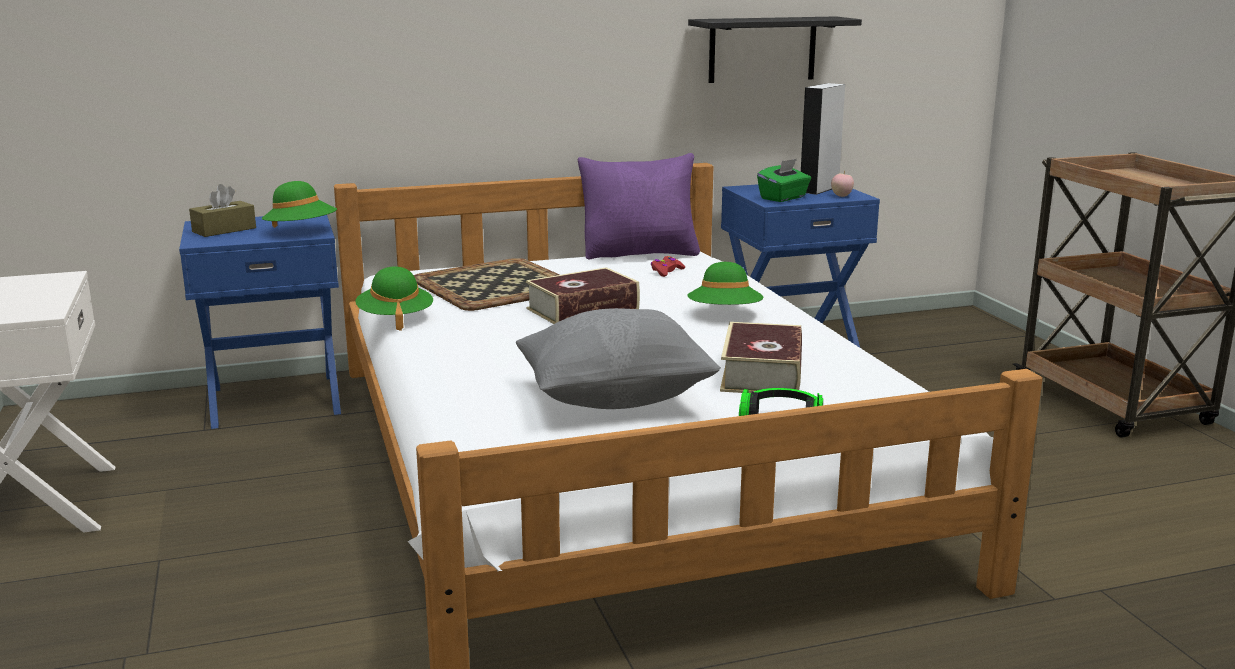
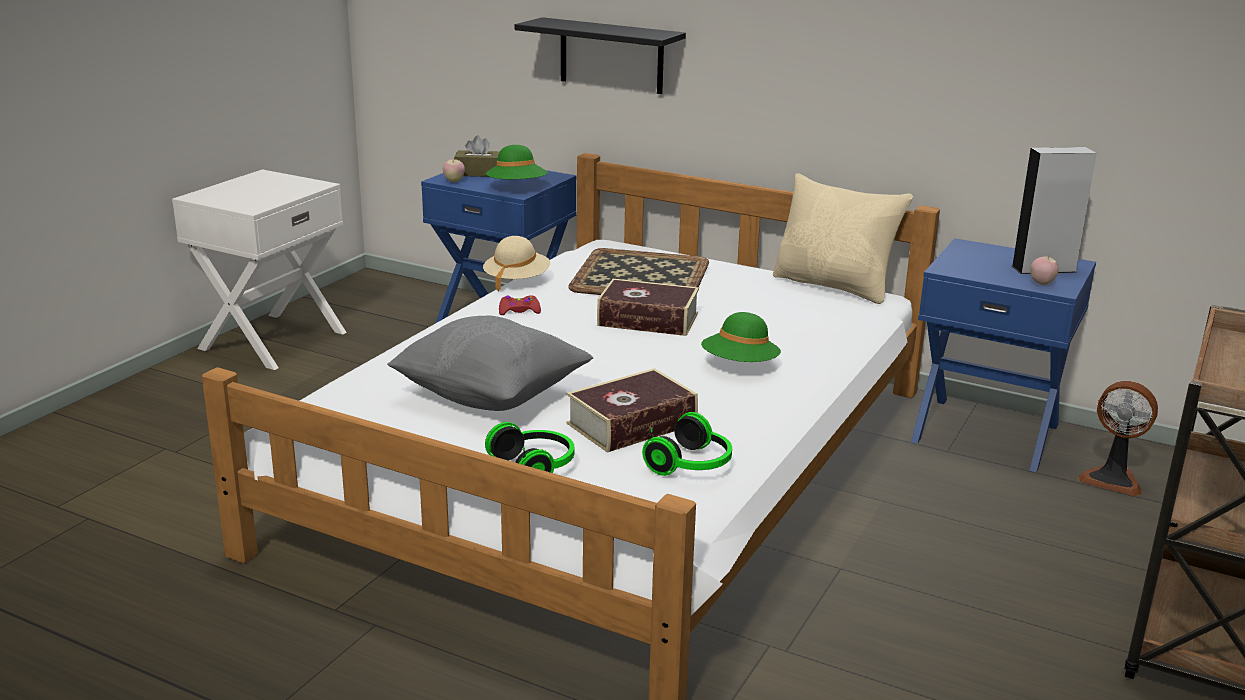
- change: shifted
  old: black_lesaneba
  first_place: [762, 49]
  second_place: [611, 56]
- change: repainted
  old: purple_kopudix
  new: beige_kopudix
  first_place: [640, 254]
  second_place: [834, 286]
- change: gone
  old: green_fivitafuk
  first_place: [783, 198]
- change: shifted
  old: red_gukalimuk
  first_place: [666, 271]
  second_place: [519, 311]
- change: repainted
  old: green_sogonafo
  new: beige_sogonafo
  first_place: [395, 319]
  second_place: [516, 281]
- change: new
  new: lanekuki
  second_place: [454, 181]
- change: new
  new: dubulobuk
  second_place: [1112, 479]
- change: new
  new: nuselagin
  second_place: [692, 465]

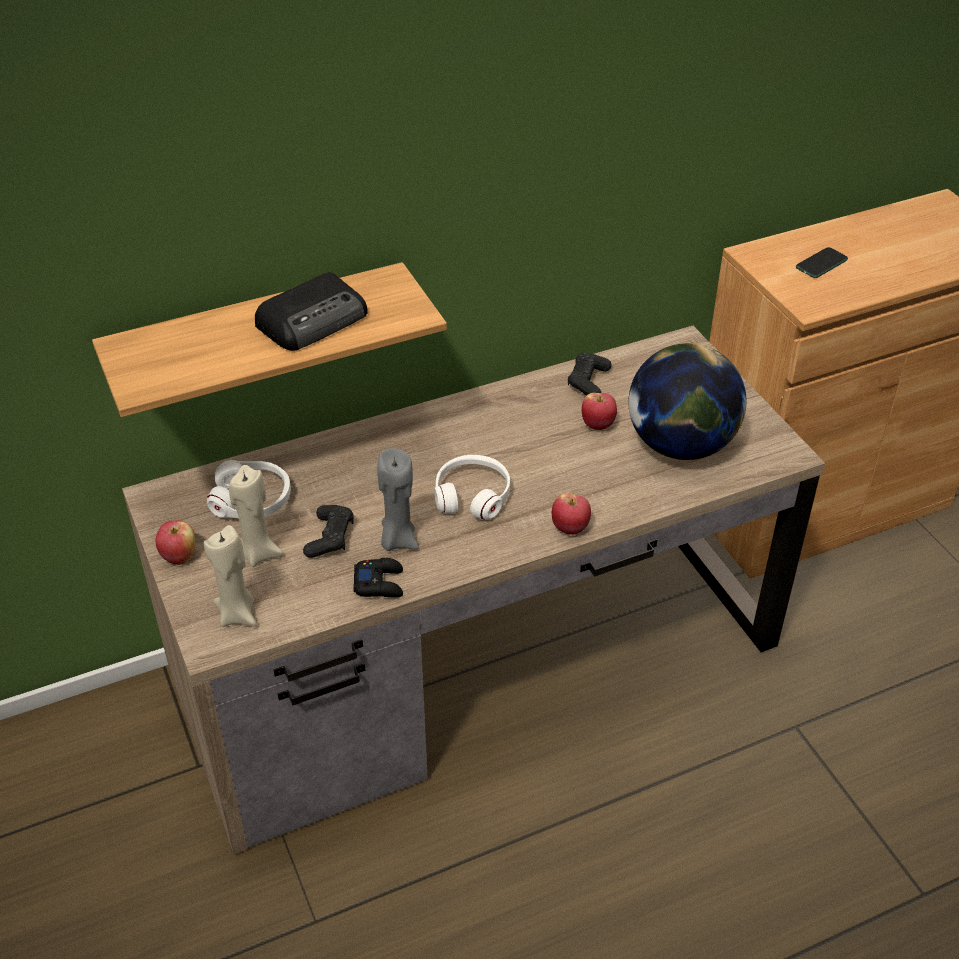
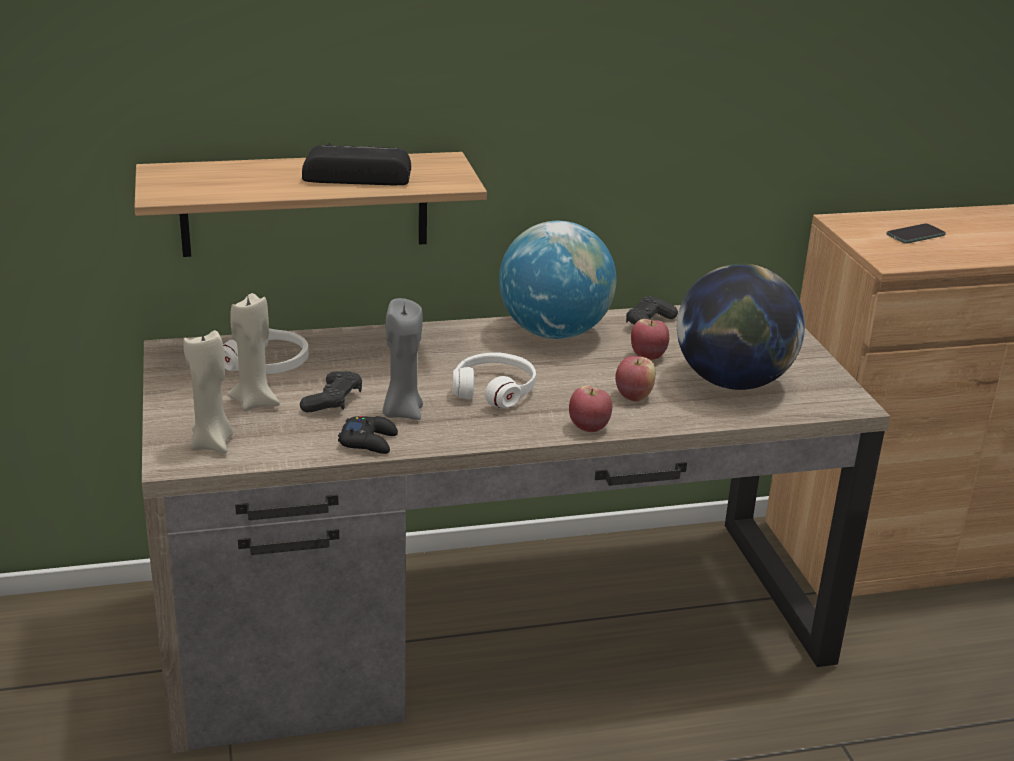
- change: rotated
  old: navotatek
  first_place: [314, 320]
  second_place: [355, 175]
  degrees: -150
- change: shifted
  old: lanekuki
  first_place: [179, 556]
  second_place: [633, 396]
- change: new
  new: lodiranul
  second_place: [554, 333]

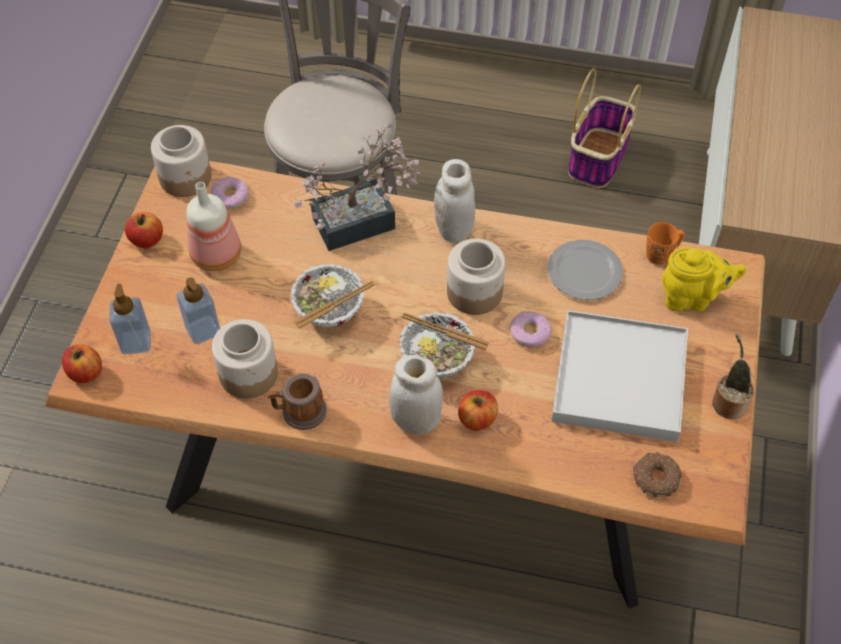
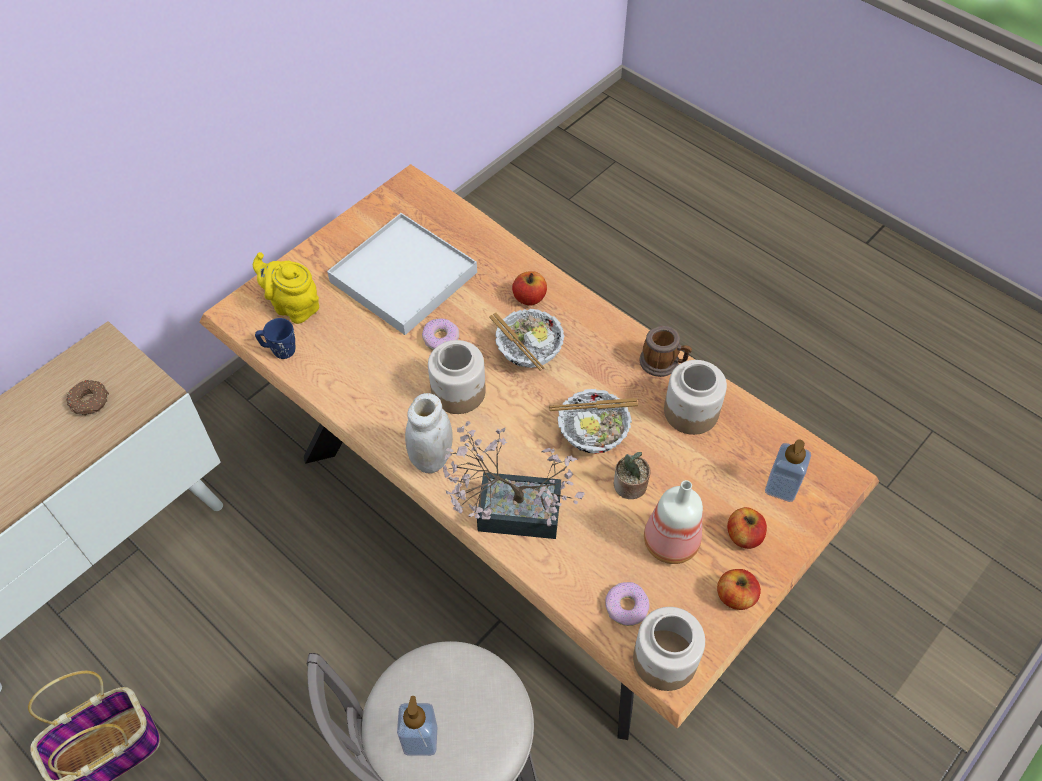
- change: repainted
  old: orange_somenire
  new: blue_somenire
  first_place: [662, 254]
  second_place: [279, 350]
- change: gone
  old: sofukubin
  first_place: [585, 271]
- change: shifted
  old: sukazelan
  first_place: [203, 330]
  second_place: [420, 739]
- change: shifted
  old: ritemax
  first_place: [727, 402]
  second_place: [630, 487]
- change: shifted
  old: lanekuki
  first_place: [85, 373]
  second_place: [744, 536]
- change: gone
  old: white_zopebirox
  first_place: [415, 420]
- change: shifted
  old: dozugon
  first_place: [655, 478]
  second_place: [90, 402]

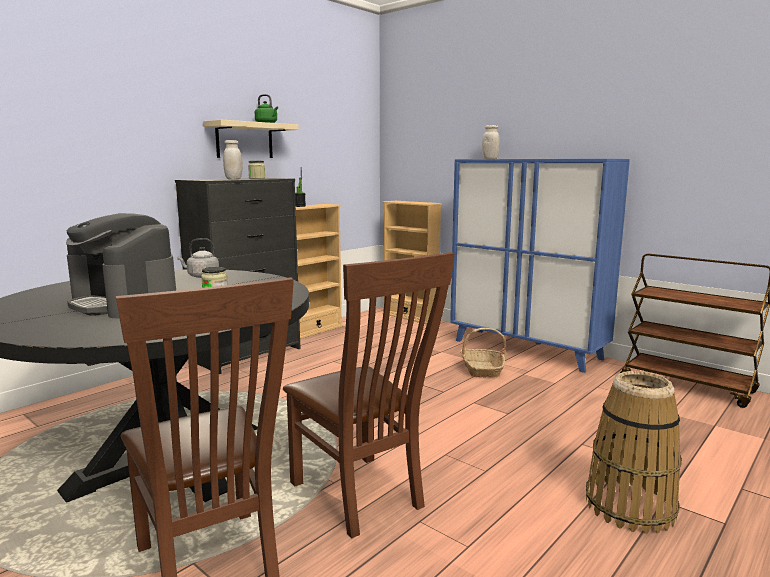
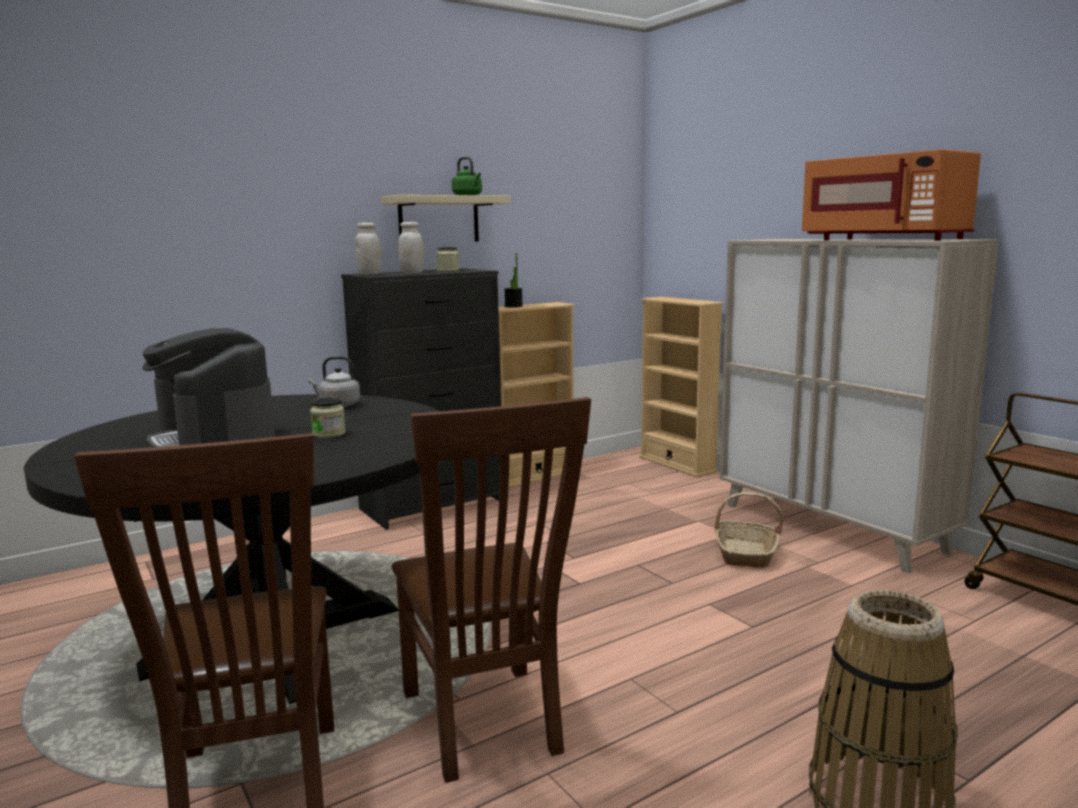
- change: shifted
  old: white_zopebirox
  first_place: [490, 159]
  second_place: [369, 274]
- change: repainted
  old: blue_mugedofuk
  new: beige_mugedofuk
  first_place: [526, 349]
  second_place: [831, 527]
- change: new
  new: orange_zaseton
  second_place: [885, 239]

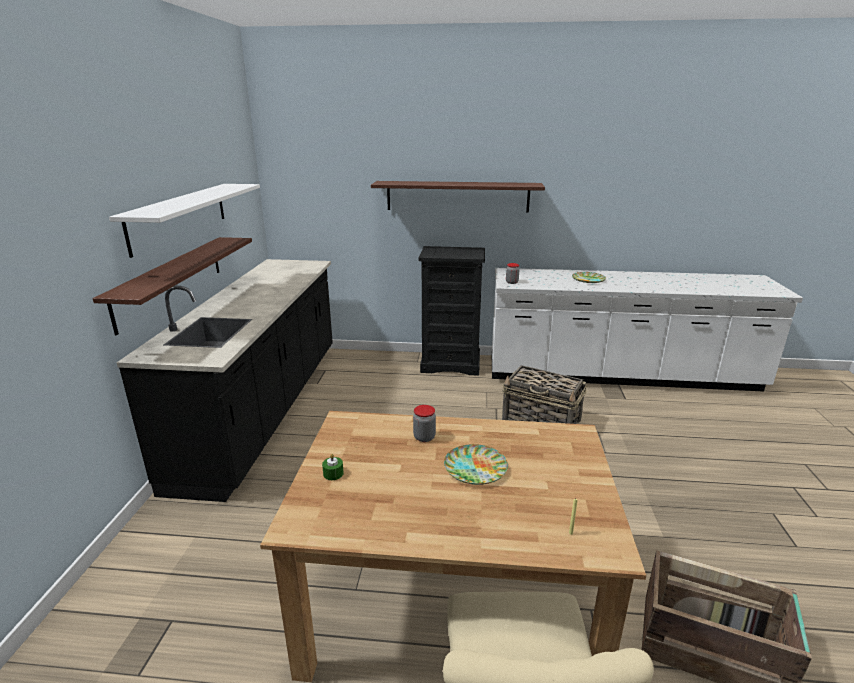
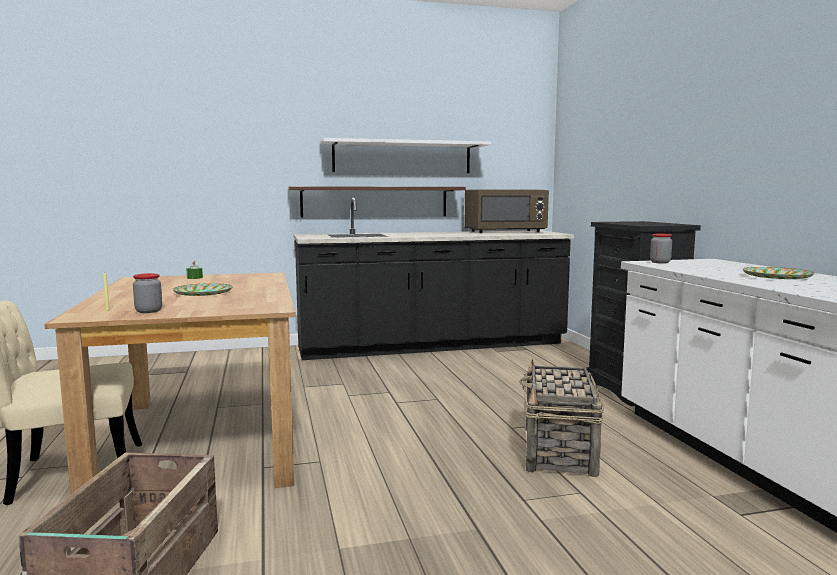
- change: gone
  old: lesaneba
  first_place: [457, 196]
- change: shifted
  old: zopebirox
  first_place: [424, 437]
  second_place: [148, 311]
- change: new
  new: brown_zaseton
  second_place: [505, 232]

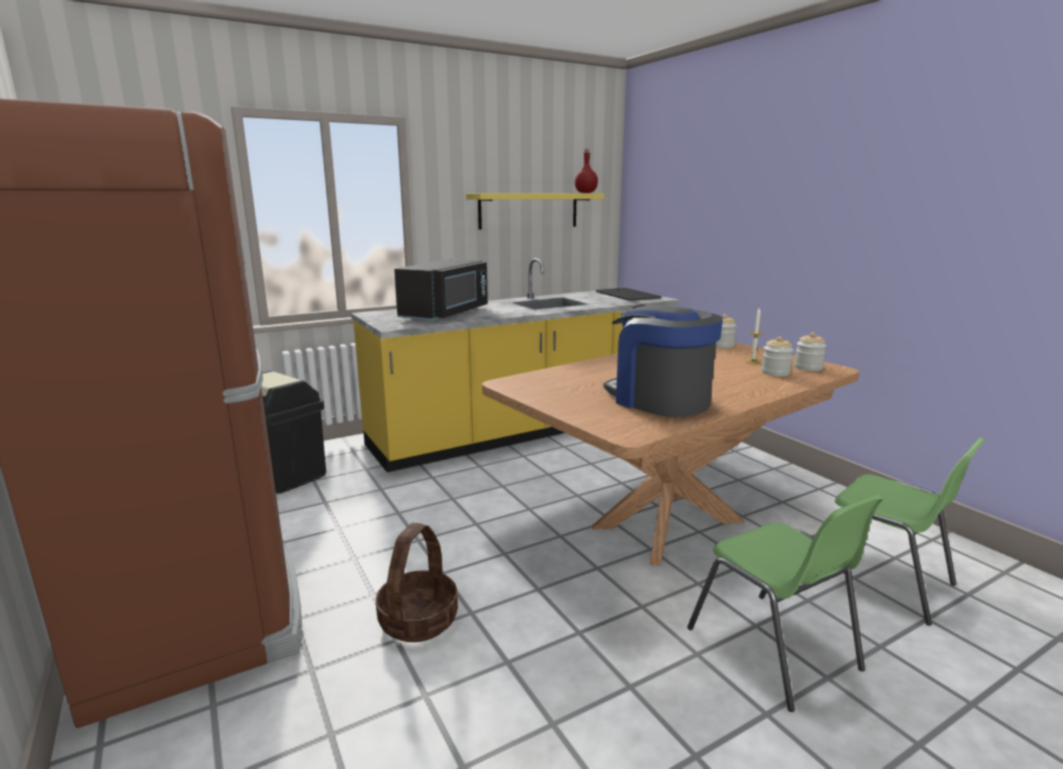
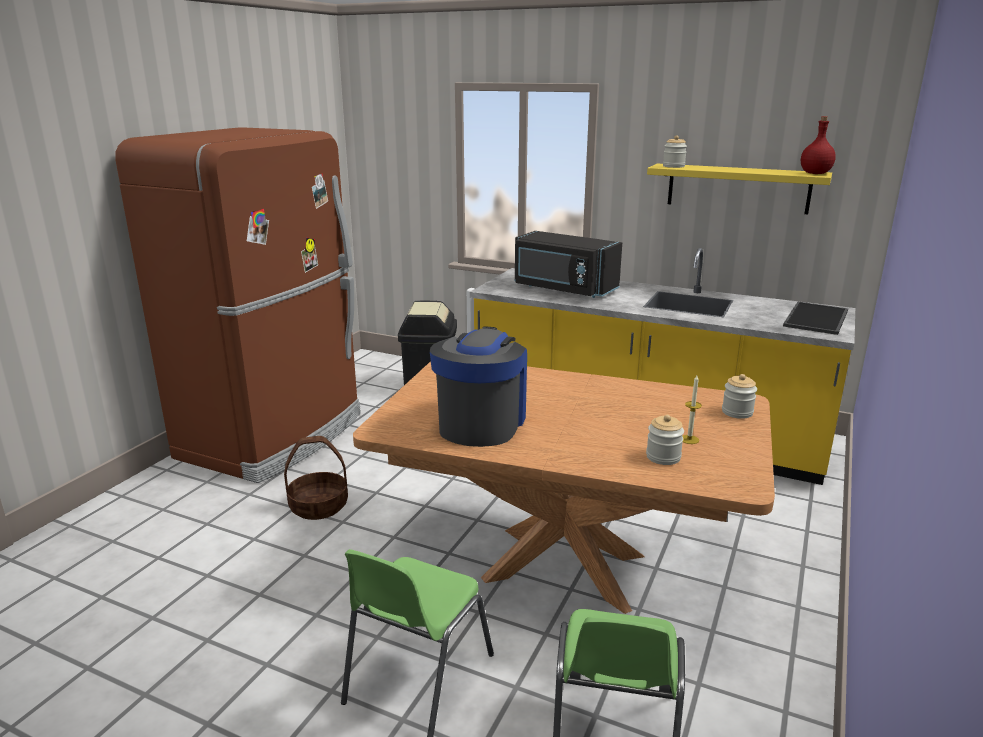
- change: rotated
  old: black_zaseton
  first_place: [447, 314]
  second_place: [563, 289]
  degrees: 45
- change: shifted
  old: zopebirox
  first_place: [808, 368]
  second_place: [673, 166]

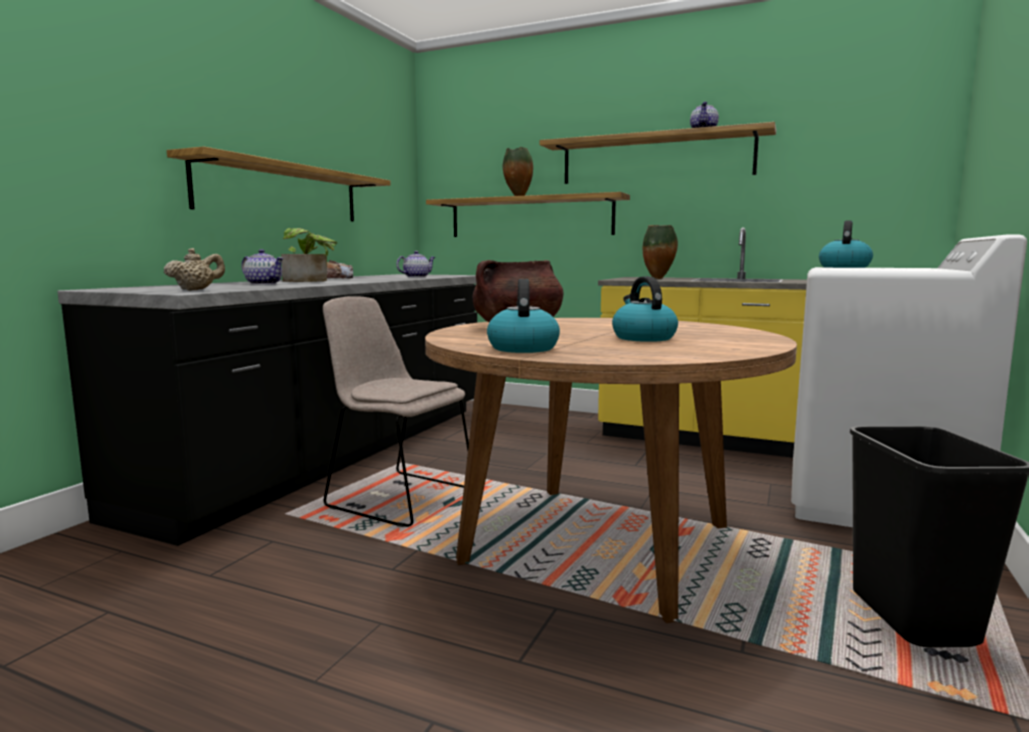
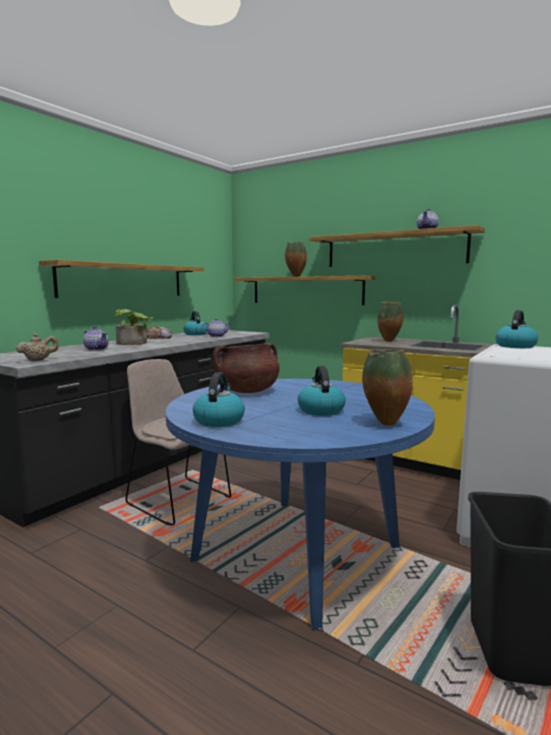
- change: repainted
  old: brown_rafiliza
  new: blue_rafiliza
  first_place: [598, 543]
  second_place: [297, 552]
- change: new
  new: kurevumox
  second_place: [195, 334]
- change: new
  new: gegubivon
  second_place: [384, 424]

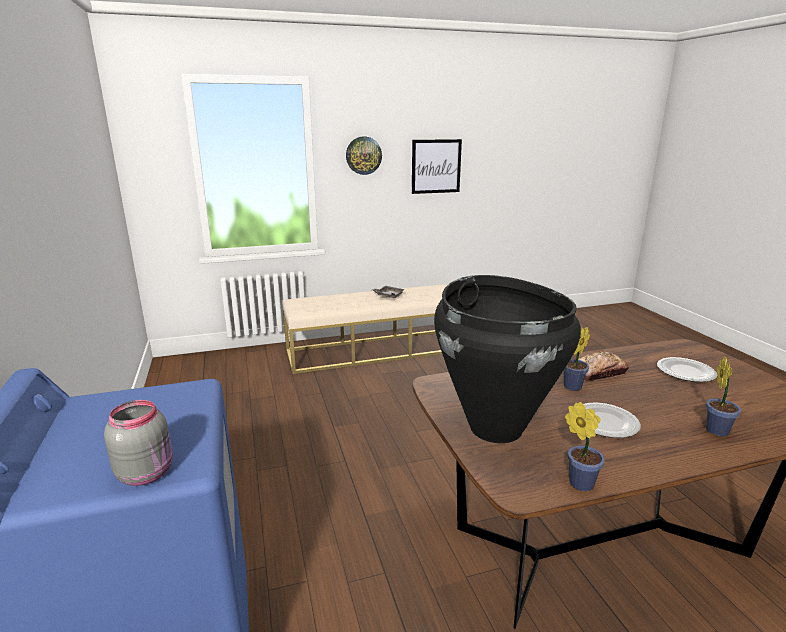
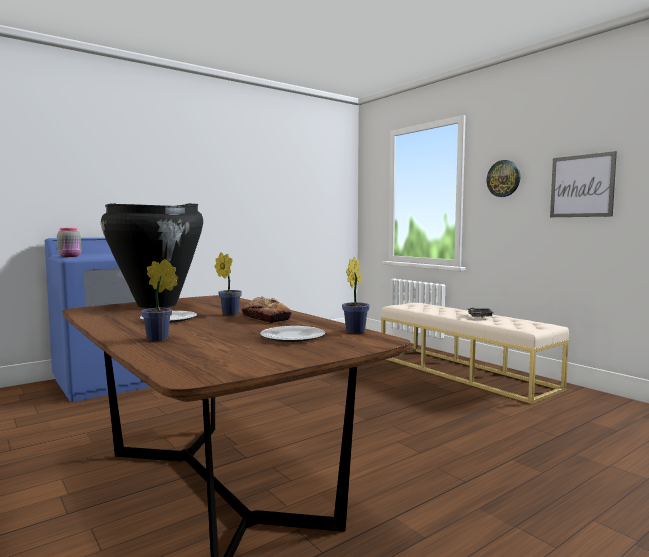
- change: shifted
  old: ritemax
  first_place: [578, 482]
  second_place: [356, 331]

